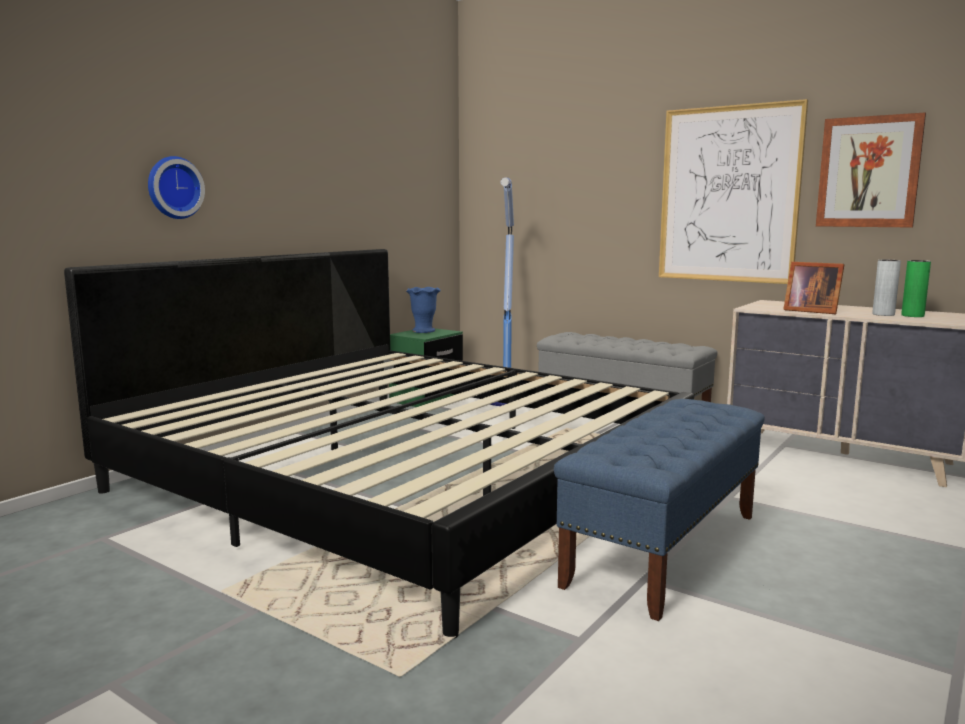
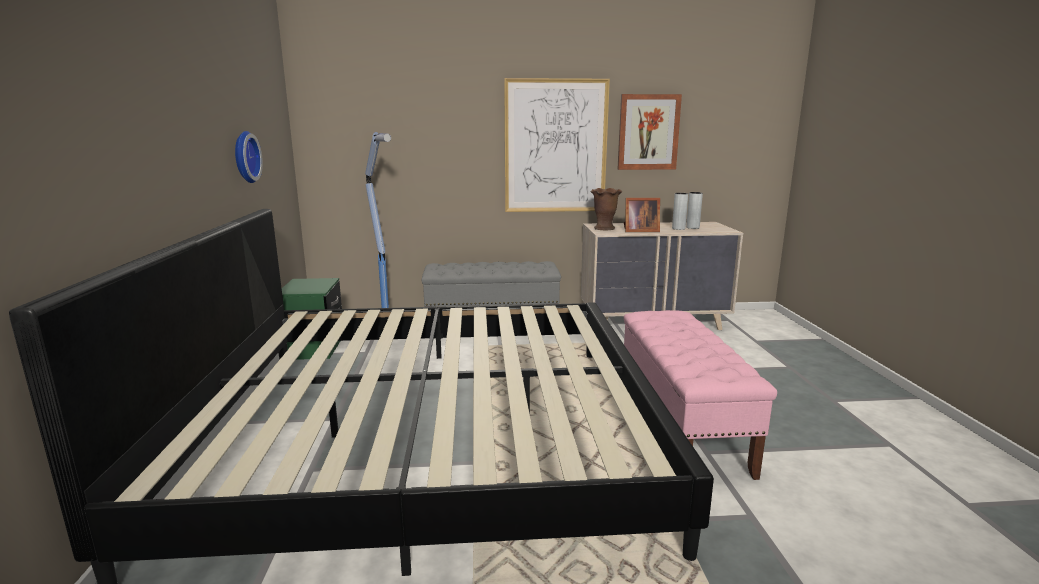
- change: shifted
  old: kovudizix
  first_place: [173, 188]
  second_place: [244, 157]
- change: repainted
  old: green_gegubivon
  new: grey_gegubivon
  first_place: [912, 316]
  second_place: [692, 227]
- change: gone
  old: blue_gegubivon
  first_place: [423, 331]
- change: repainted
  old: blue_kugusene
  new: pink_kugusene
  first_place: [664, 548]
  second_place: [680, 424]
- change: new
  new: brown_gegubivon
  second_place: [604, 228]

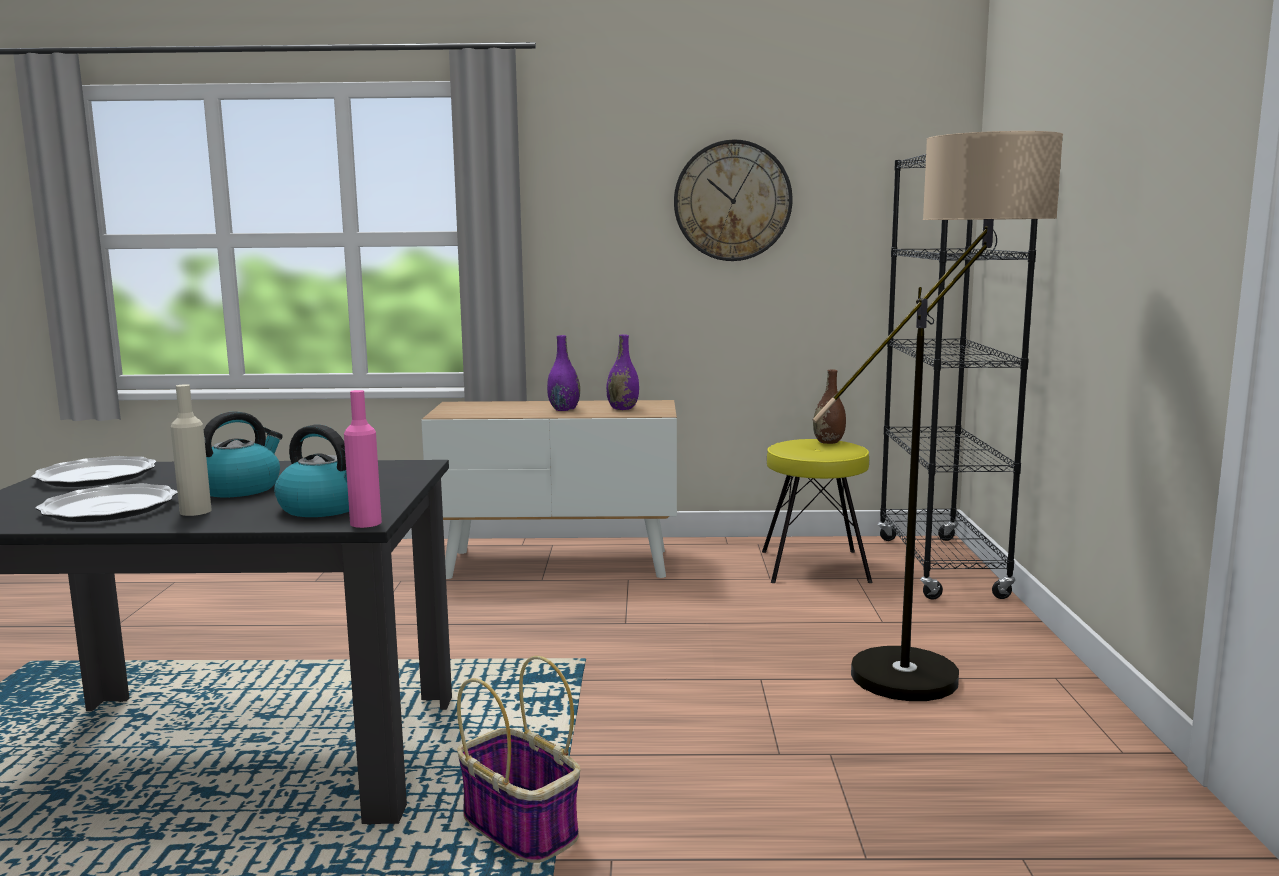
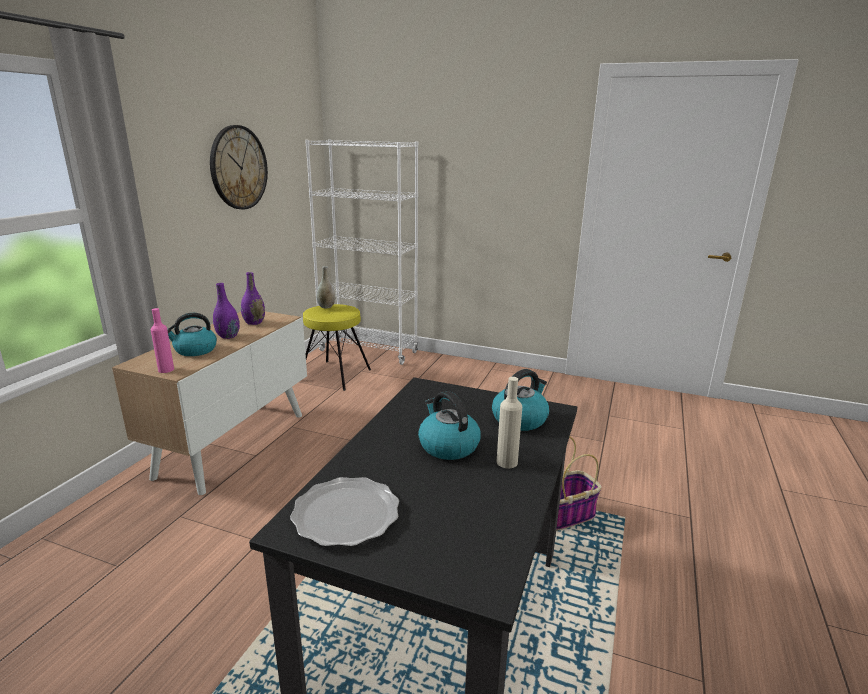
- change: gone
  old: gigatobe
  first_place: [936, 668]
- change: repainted
  old: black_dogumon
  new: white_dogumon
  first_place: [940, 567]
  second_place: [369, 351]
- change: repainted
  old: brown_gegubivon
  new: grey_gegubivon
  first_place: [828, 442]
  second_place: [326, 307]
- change: shifted
  old: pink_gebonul
  first_place: [366, 523]
  second_place: [166, 370]
- change: gone
  old: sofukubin
  first_place: [110, 508]
- change: new
  new: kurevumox
  second_place: [195, 350]

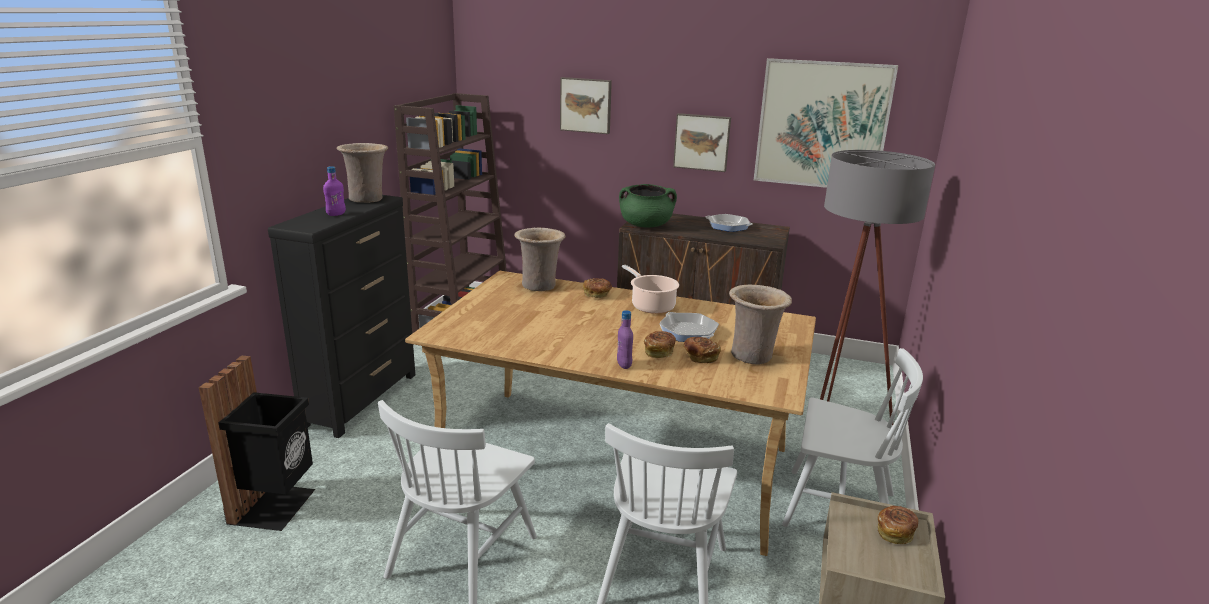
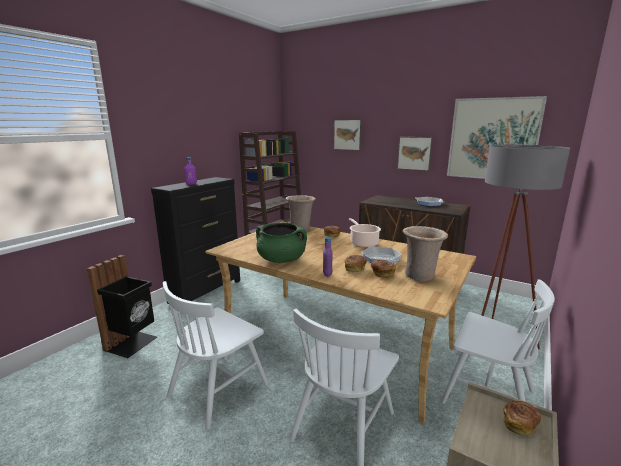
- change: gone
  old: beige_gegubivon
  first_place: [367, 199]
- change: shifted
  old: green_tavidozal
  first_place: [646, 225]
  second_place: [281, 260]

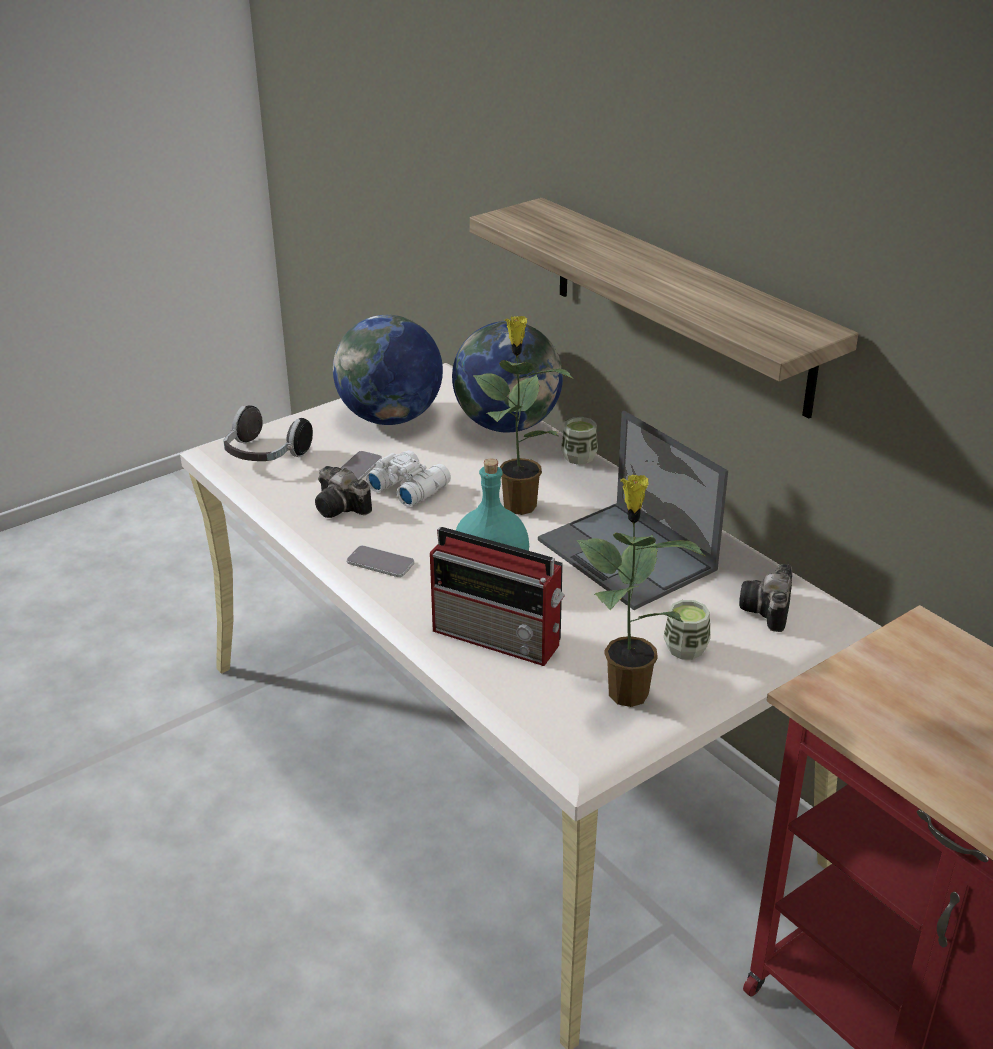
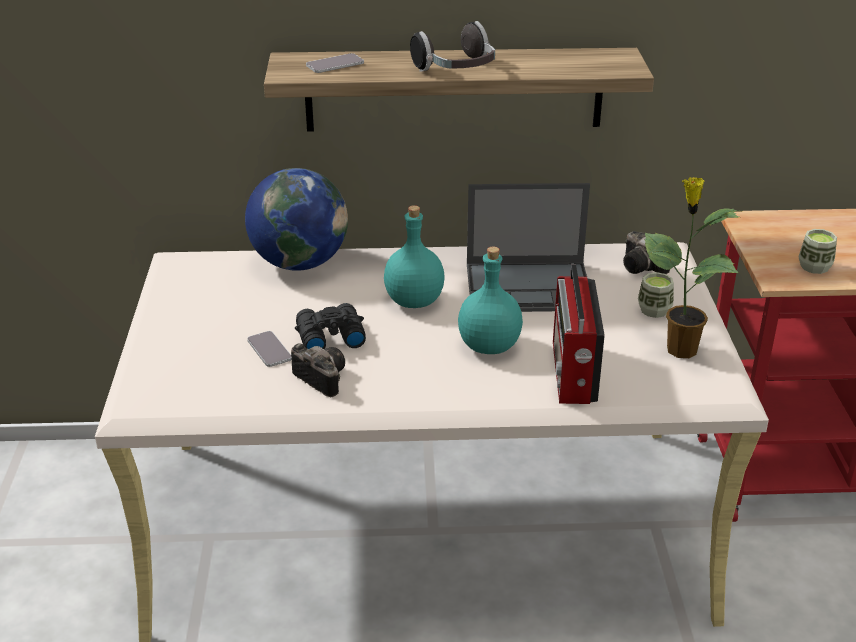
- change: gone
  old: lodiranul
  first_place: [390, 418]
- change: swapped
  old: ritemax
  new: turquoise_gebonul
  first_place: [519, 504]
  second_place: [415, 301]
- change: shifted
  old: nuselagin
  first_place: [265, 456]
  second_place: [457, 70]
- change: shifted
  old: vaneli
  first_place: [579, 457]
  second_place: [814, 267]
- change: repainted
  old: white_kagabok
  new: black_kagabok
  first_place: [409, 487]
  second_place: [329, 337]
- change: rotated
  old: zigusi
  first_place: [342, 508]
  second_place: [319, 378]
  degrees: -120
- change: rotated
  old: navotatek
  first_place: [499, 638]
  second_place: [572, 374]
  degrees: 120
- change: shifted
  old: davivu
  first_place: [380, 563]
  second_place: [335, 64]

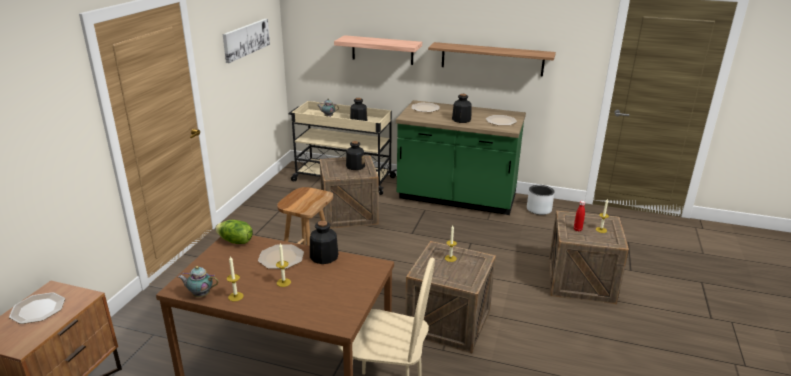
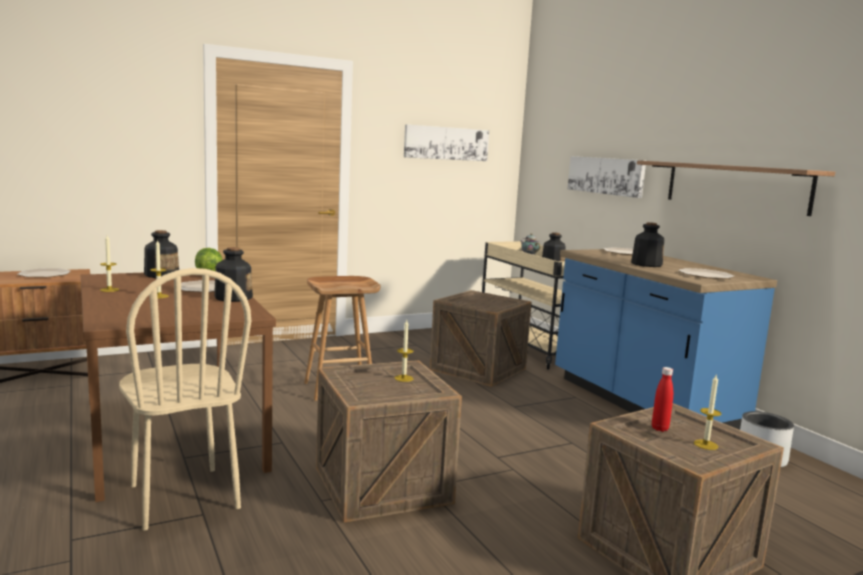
- change: swapped
  old: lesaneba
  new: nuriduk
  first_place: [382, 50]
  second_place: [606, 175]
- change: repainted
  old: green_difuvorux
  new: blue_difuvorux
  first_place: [456, 198]
  second_place: [642, 404]
- change: shifted
  old: gebonul
  first_place: [355, 166]
  second_place: [161, 275]
- change: gone
  old: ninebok
  first_place: [200, 295]

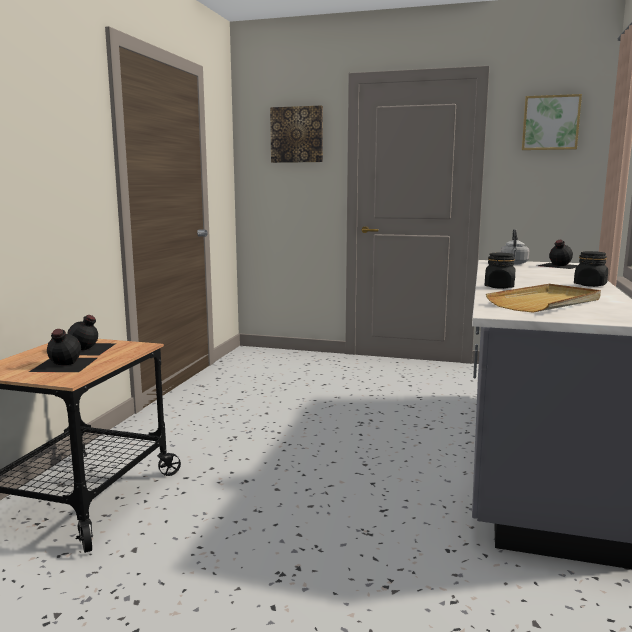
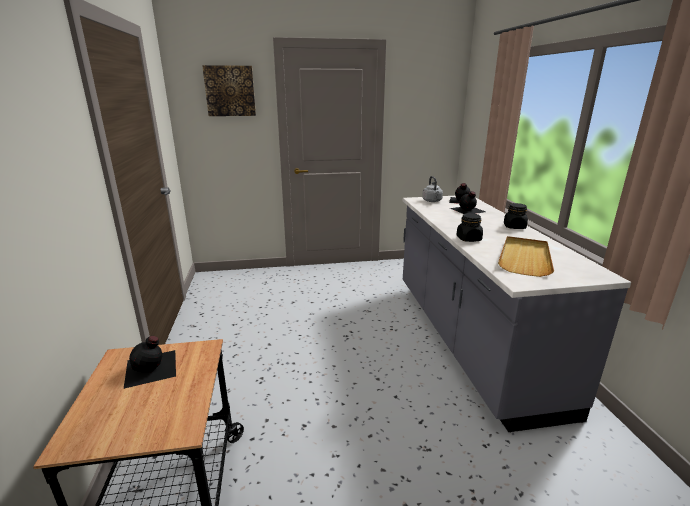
- change: gone
  old: nuriduk
  first_place: [550, 123]
- change: shifted
  old: black_gebonul
  first_place: [63, 364]
  second_place: [467, 210]

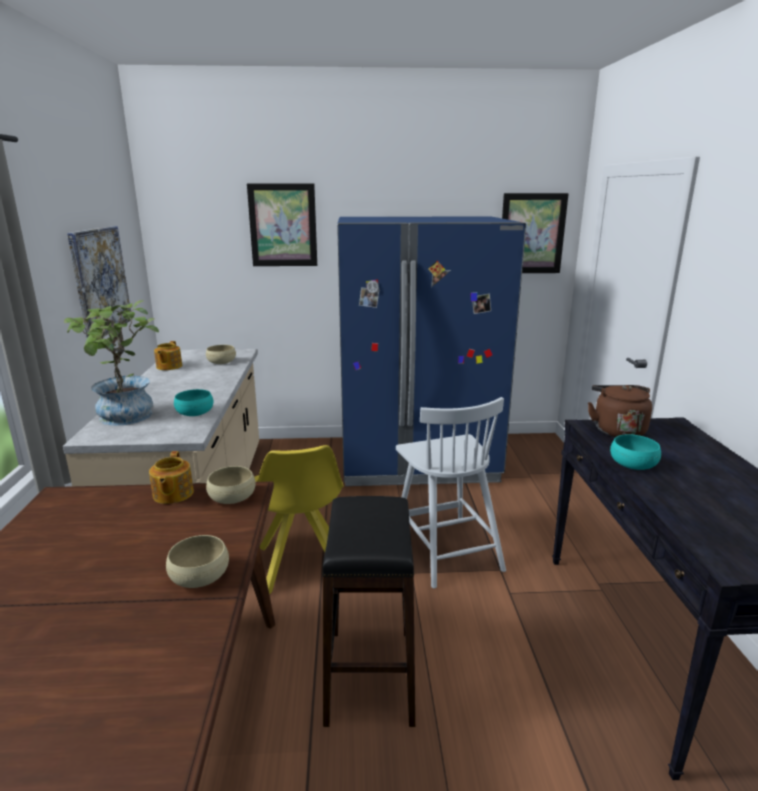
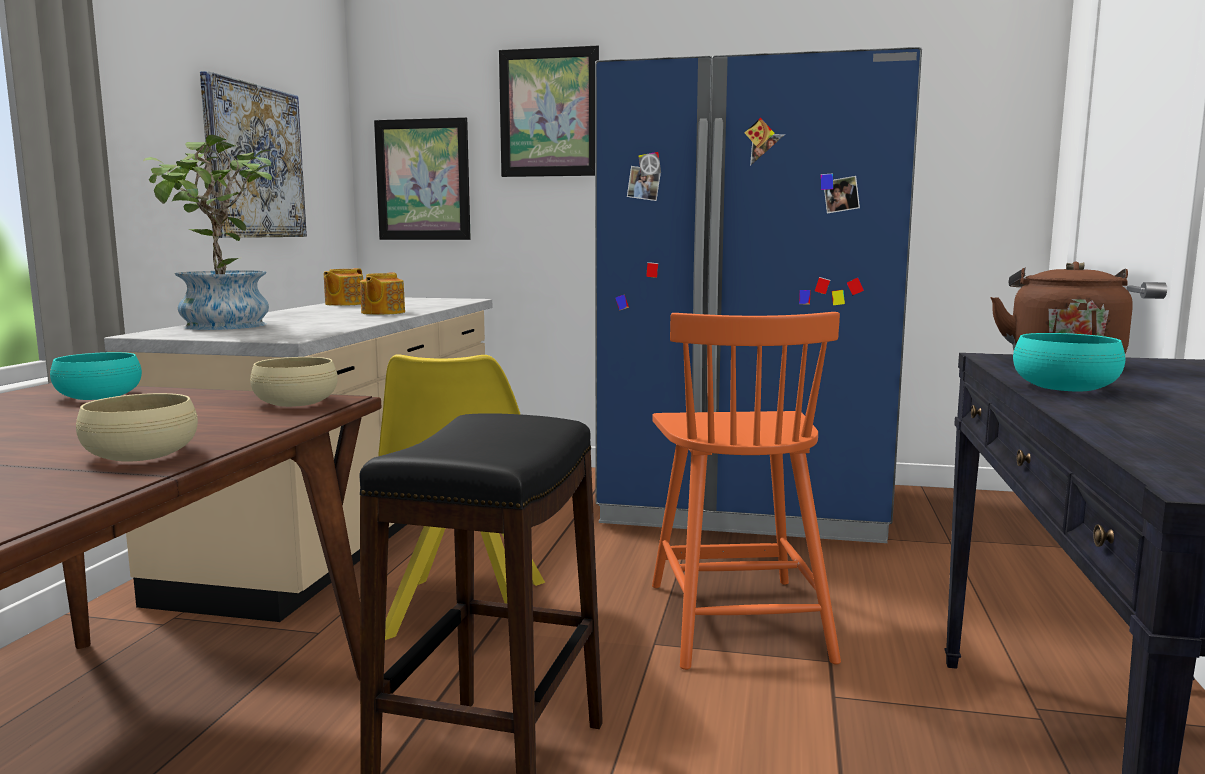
- change: shifted
  old: nuriduk
  first_place: [532, 234]
  second_place: [423, 180]
- change: gone
  old: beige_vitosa
  first_place: [221, 362]
- change: shifted
  old: turquoise_vitosa
  first_place: [195, 412]
  second_place: [99, 396]
- change: repainted
  old: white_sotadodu
  new: orange_sotadodu
  first_place: [446, 548]
  second_place: [736, 619]
- change: shifted
  old: ninebok
  first_place: [172, 494]
  second_place: [382, 312]

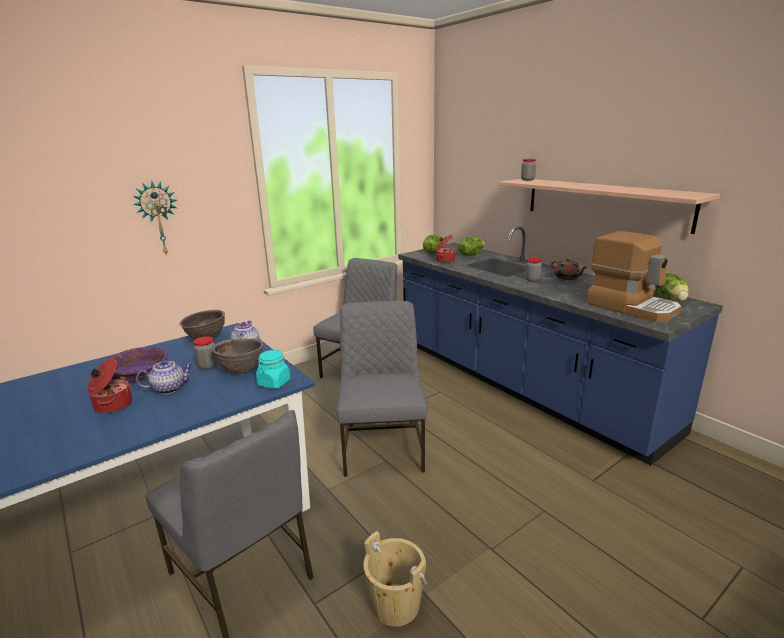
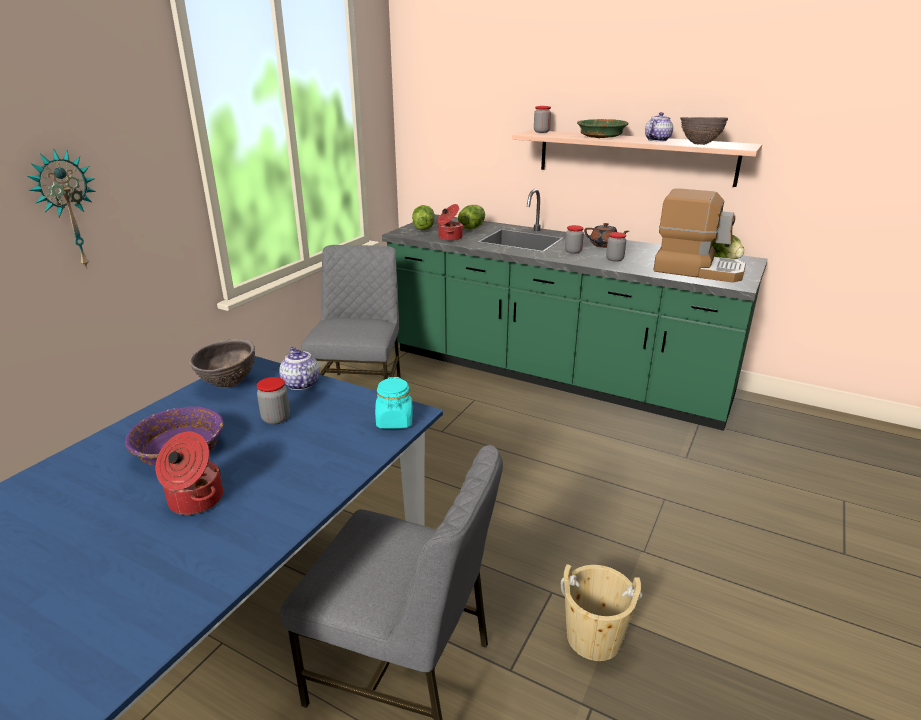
- change: repainted
  old: blue_difuvorux
  new: green_difuvorux
  first_place: [520, 383]
  second_place: [553, 373]
- change: gone
  old: grey_sotadodu
  first_place: [383, 446]
- change: shifted
  old: brown_vitosa
  first_place: [241, 371]
  second_place: [699, 144]
- change: shifted
  old: ninebok
  first_place: [169, 388]
  second_place: [657, 140]
- change: new
  new: green_vitosa
  second_place: [600, 136]
- change: new
  new: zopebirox
  second_place: [614, 259]

